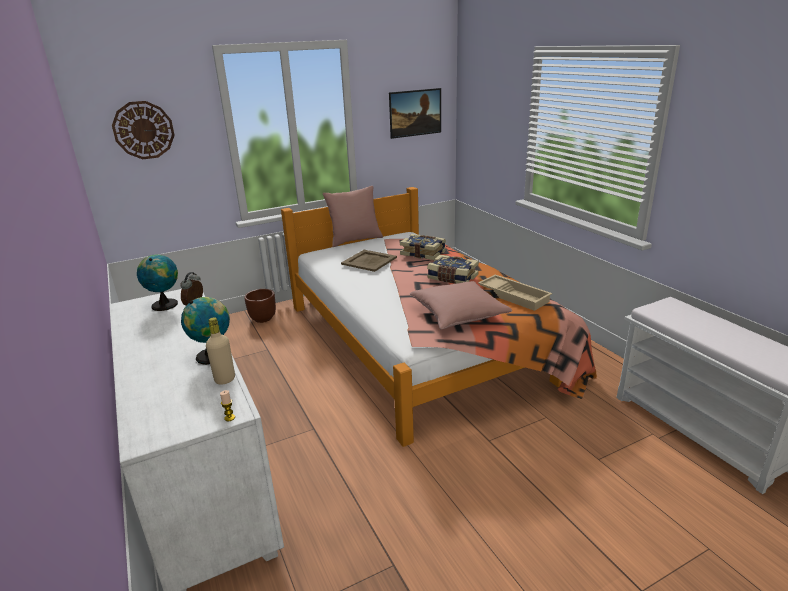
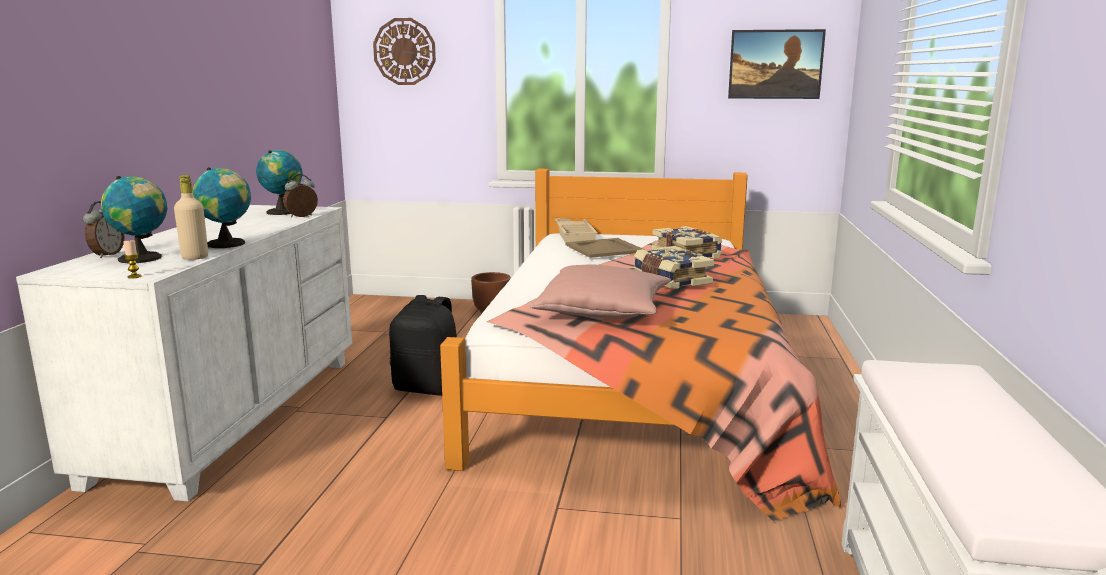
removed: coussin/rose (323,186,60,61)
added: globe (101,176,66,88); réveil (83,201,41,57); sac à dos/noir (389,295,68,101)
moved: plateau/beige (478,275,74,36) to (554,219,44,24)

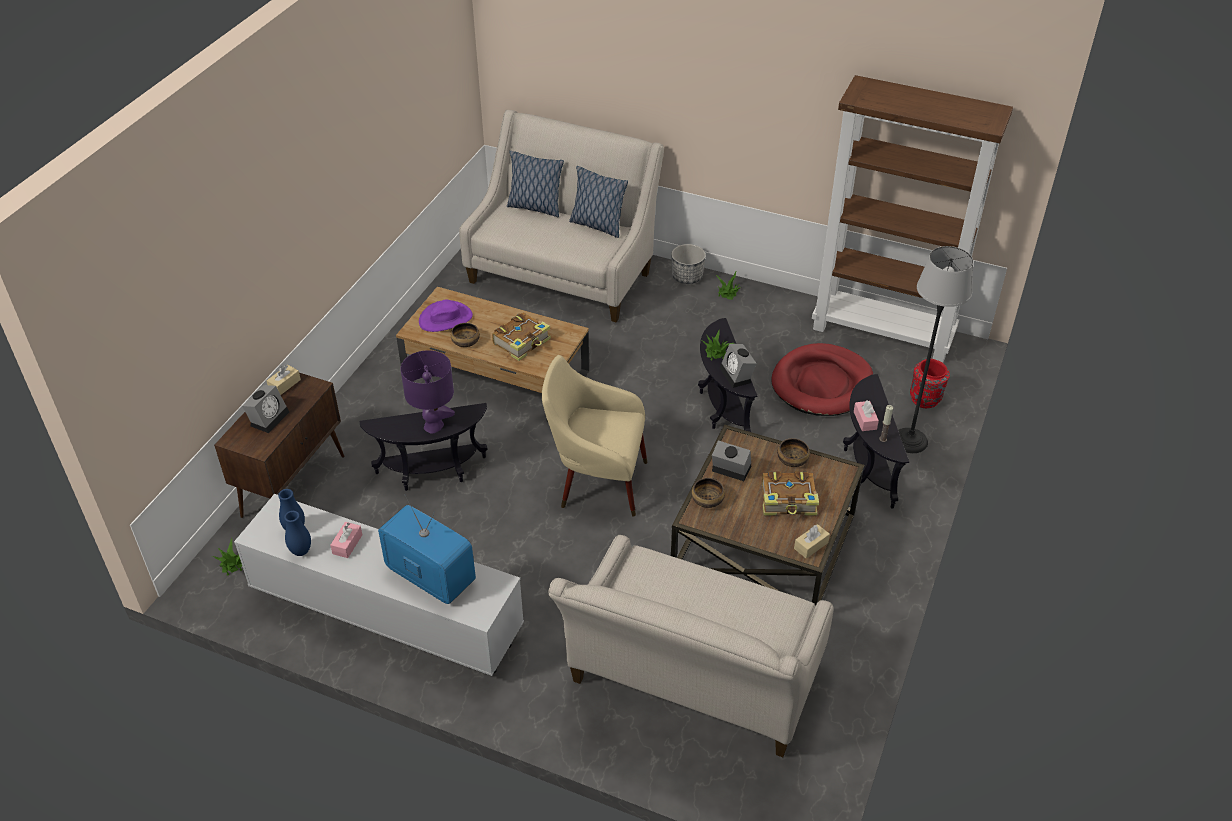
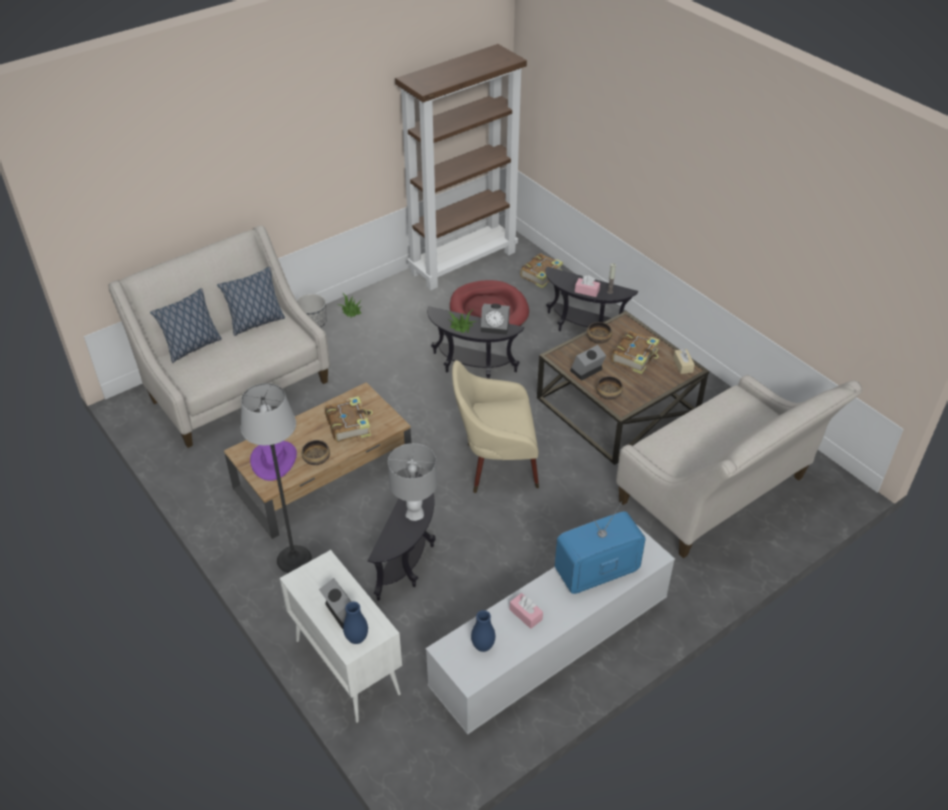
removed: boîte à mouchoirs/beige (266,365,35,30); plante en pot (212,538,30,38)
moved: lampadaire (898,246,75,207) to (241,383,71,190); vase/bleu (284,511,27,45) to (343,601,25,43)
replaced: vase/rouge (910,359,40,49) to livre (520,254,43,34)
recoloured: lampe de table/violet (400,350,55,84) to lampe de table/gris (388,443,49,78); meuble de rangement/marron (214,373,130,145) to meuble de rangement/blanc (280,550,122,173)
turned: fauteuil/beige (542,355,105,162) = (452,360,87,133) 45 degrees clockwise

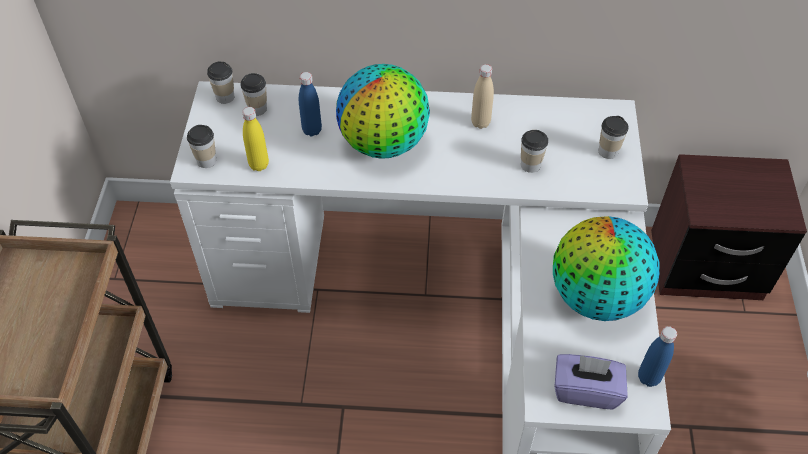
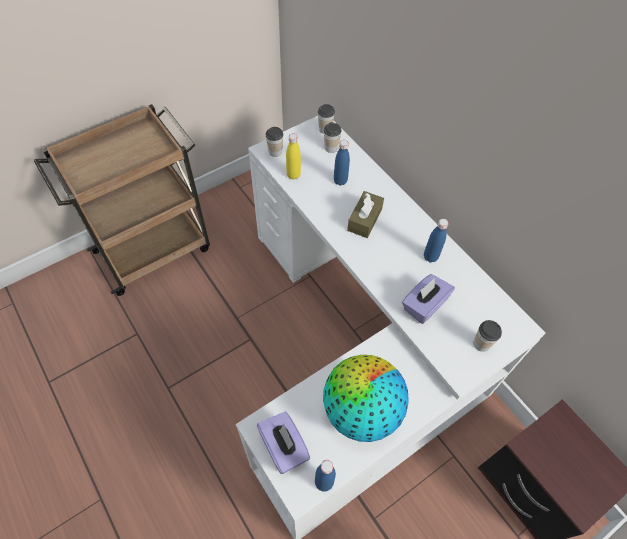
replaced: globe (336,64,94,95) to boîte à mouchoirs/marron (347,191,37,47); tasse (521,130,27,43) to boîte à mouchoirs/violet (402,274,53,50)
recoloured: bouteille/beige (471,64,23,65) to bouteille/bleu (424,219,25,43)

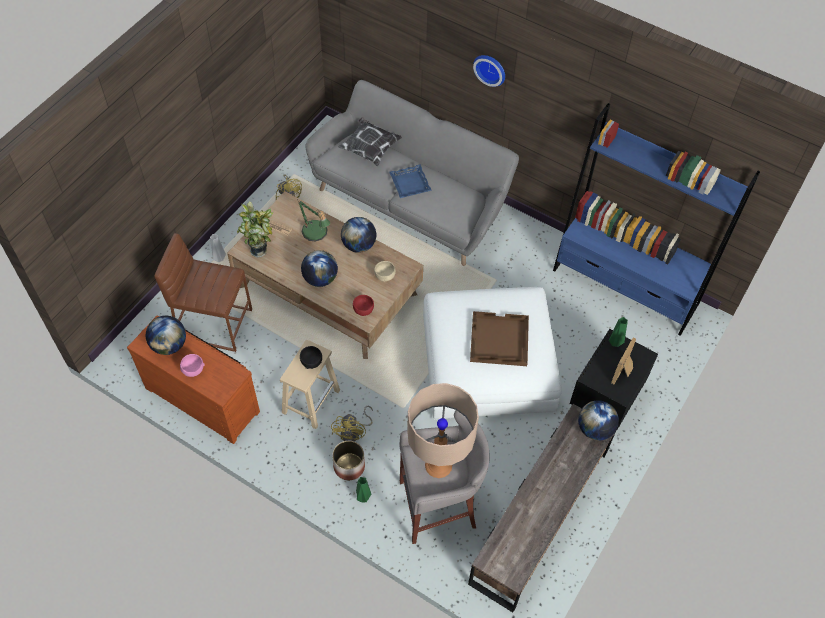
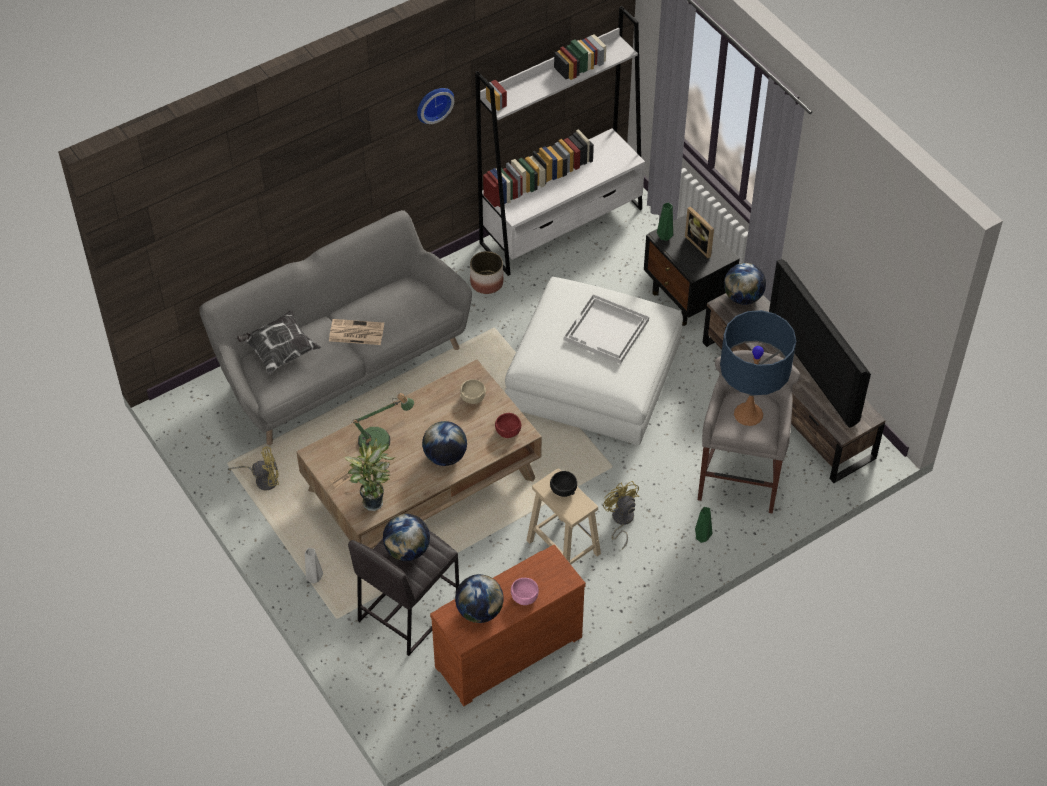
added: téléviseur (769,259,102,169)
moved: horloge murale (473,55,32,32) to (417,88,37,36); globe (341,217,35,36) to (383,514,47,47); cache-pot (332,441,33,39) to (470,251,33,43)
replaced: plateau/bleu (390,165,42,33) to journal (329,319,55,26)
recoloured: bibliothèque/bleu (553,103,207,233) to bibliothèque/blanc (475,6,170,270); tabouret/marron (154,233,98,119) to tabouret/gris (348,531,111,125); plateau/marron (470,311,59,55) to plateau/blanc (564,294,85,70); lampe de table/beige (407,383,72,95) to lampe de table/bleu (720,310,76,116)
turned: ventilateur/jaune (331,406,42,35) = (603,481,36,69) 150 degrees counterclockwise

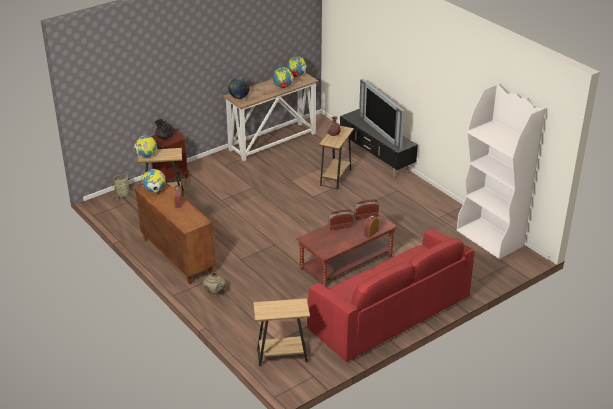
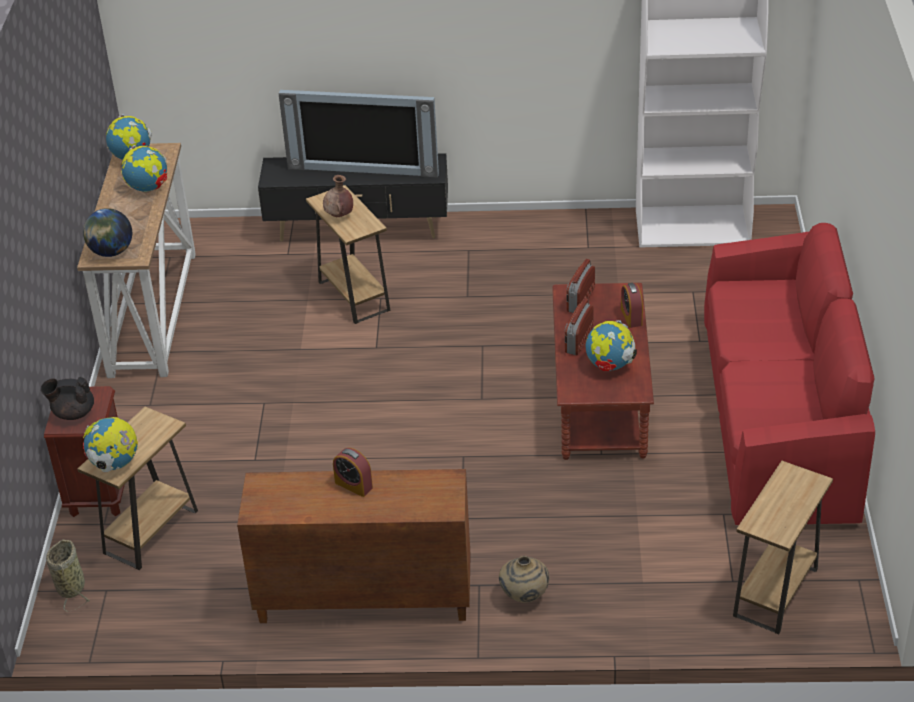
moved: globe (142,169,24,24) to (586,320,51,51)

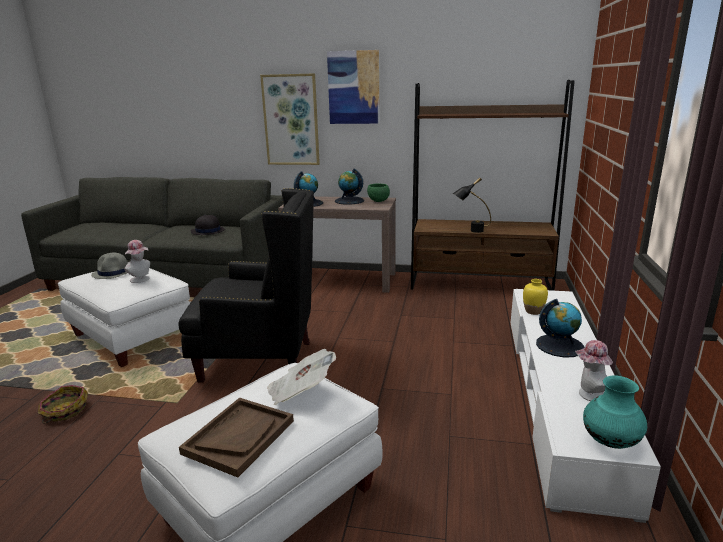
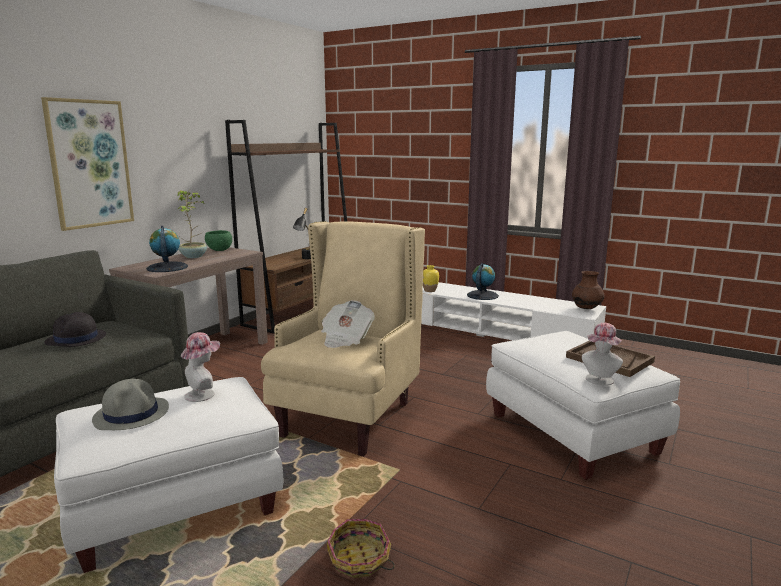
removed: tableau (327,50,53,74)
moved: chapeau (575,340,38,61) to (582,323,41,63); journal (267,349,69,56) to (321,300,54,48)
replaced: globe (335,169,29,36) to plante en pot (178,190,29,68)
recoloured: fauteuil/noir (178,188,136,195) to fauteuil/beige (261,221,164,235); vase/turquoise (583,375,64,74) to vase/marron (572,271,32,38)

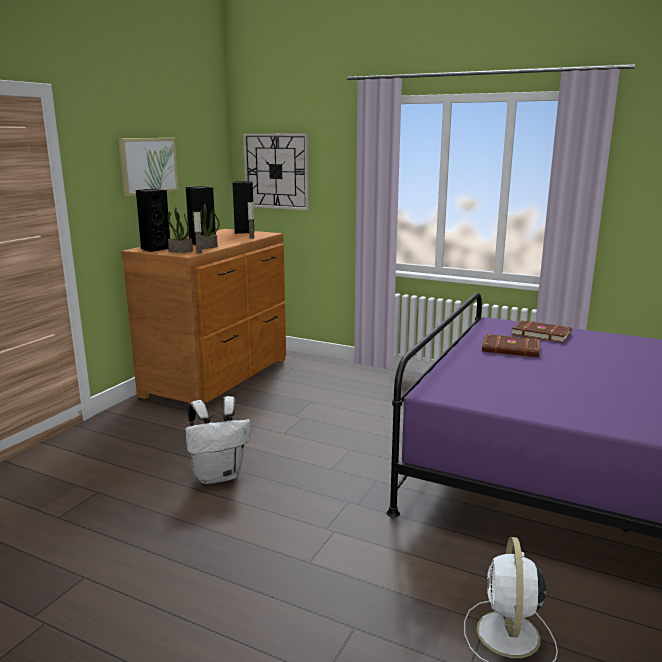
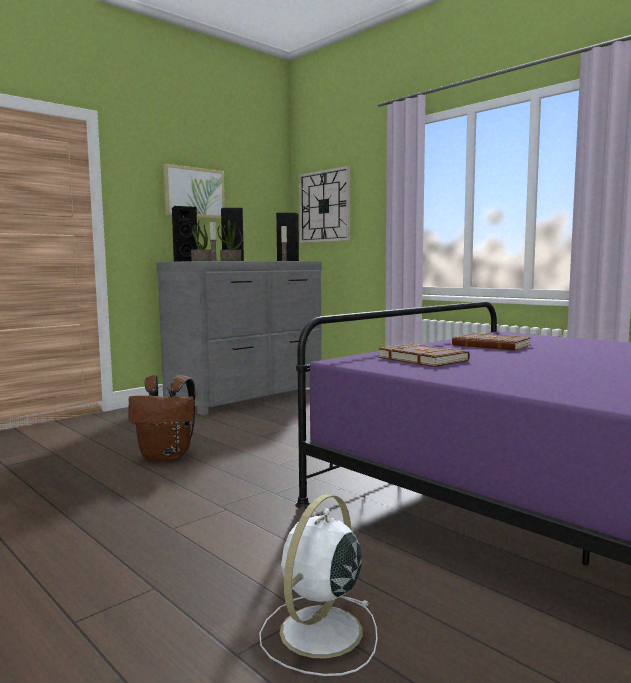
moved: livre/marron (511,320,61,23) to (378,343,92,24)
recoloured: commode/marron (121,229,165,174) to commode/gris (157,261,165,154); sac à dos/blanc (185,396,66,88) to sac à dos/marron (128,375,68,86)

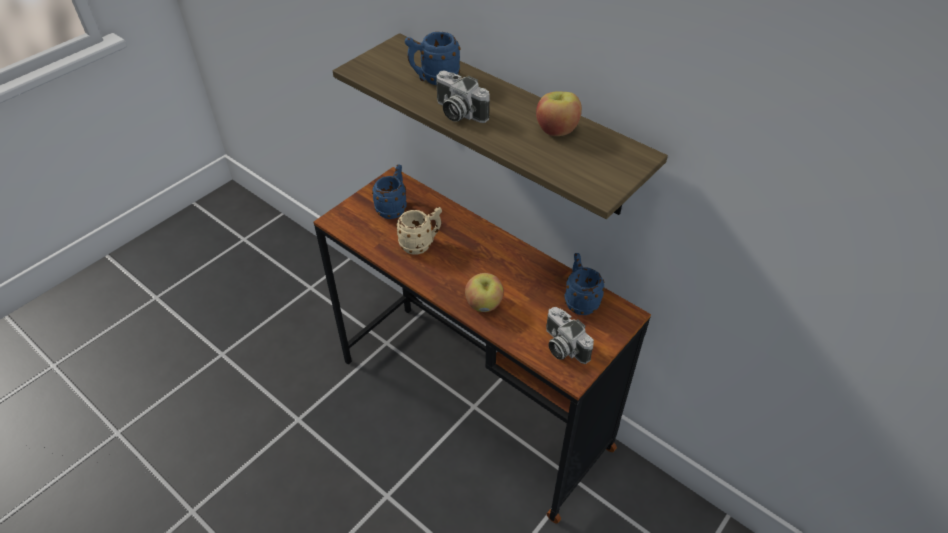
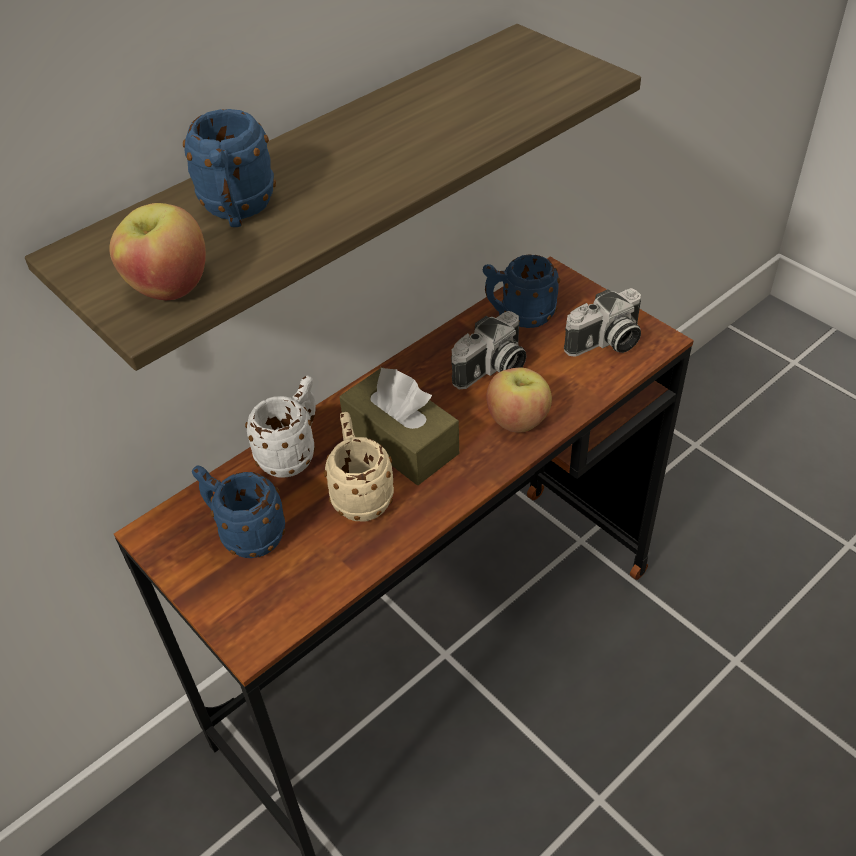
added: boîte à mouchoirs/marron (339,367,120,118); mug/blanc (245,376,71,102)
moved: appareil photo (436,70,54,53) to (451,311,75,78); pomme (536,91,46,45) to (109,203,97,97)

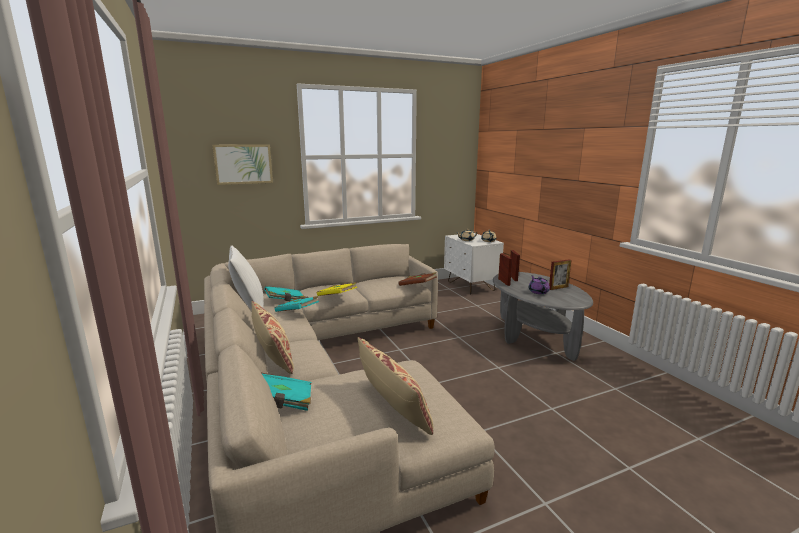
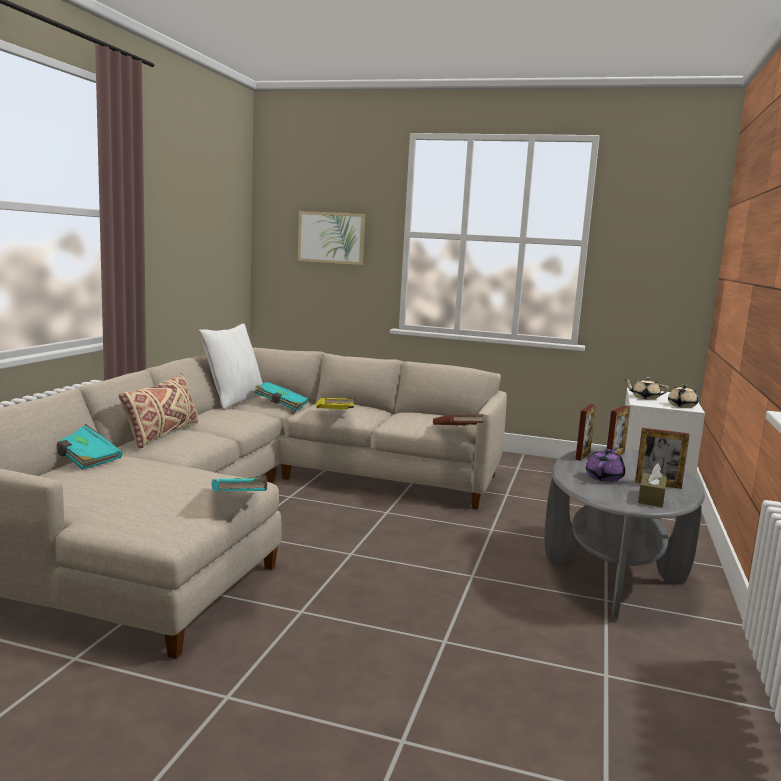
removed: coussin/beige (357,337,77,98)
added: boîte à mouchoirs/marron (638,464,29,43)
moved: livre/turquoise (275,296,44,16) to (211,476,56,15)

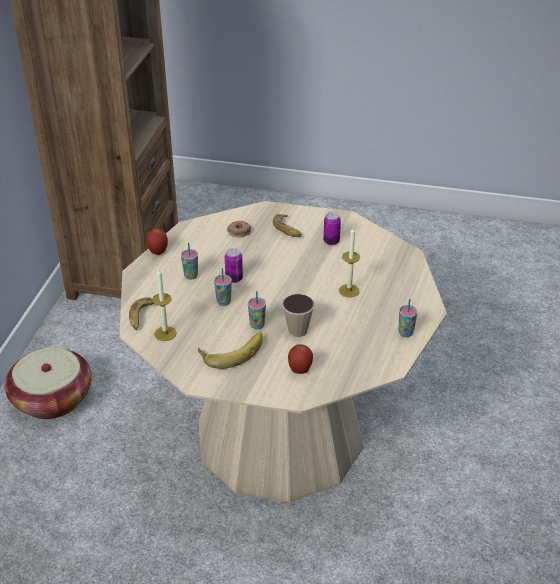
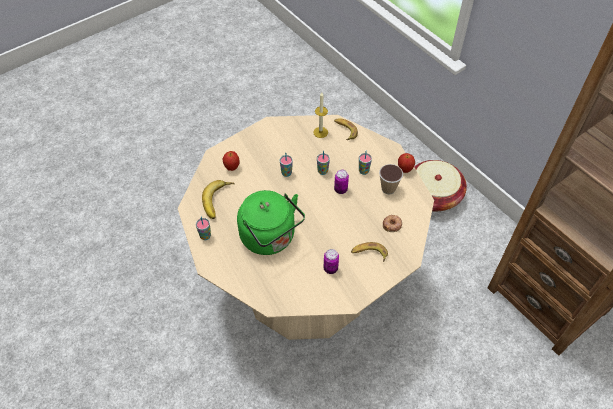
moved: tasse (282,294,33,43) to (379,164,24,30); banane (198,332,65,37) to (202,180,33,39)
replaced: bougie (339,228,21,69) to bouilloire/vert (237,190,68,65)

